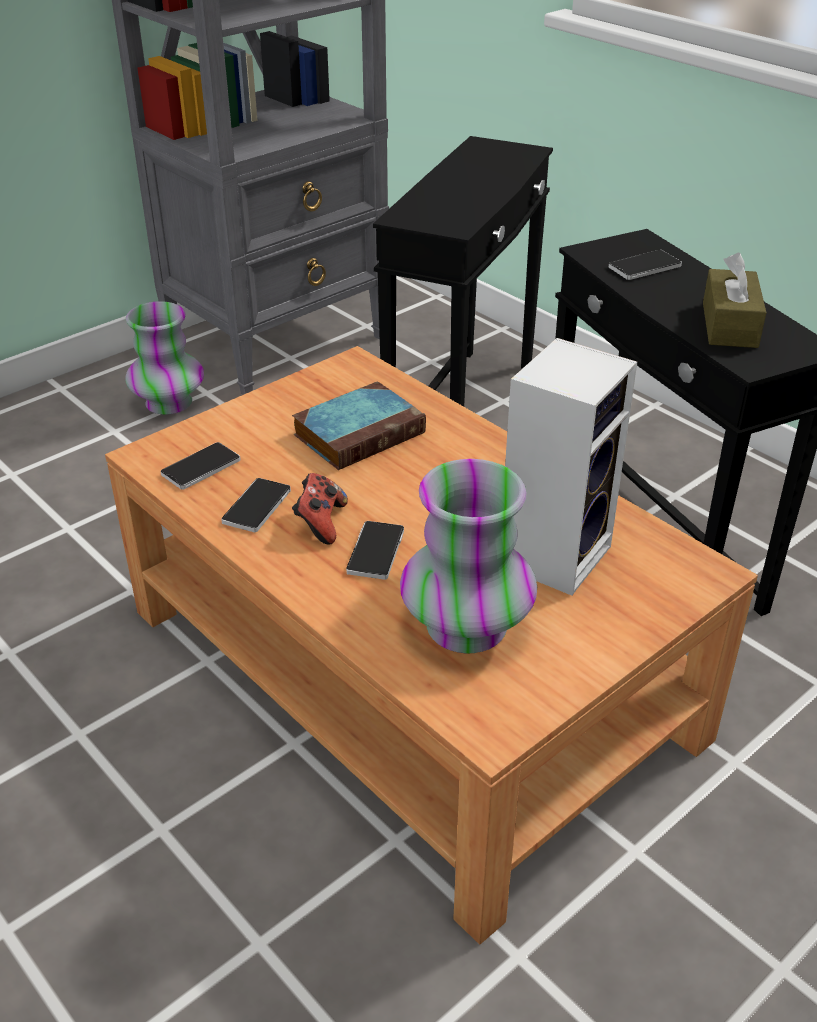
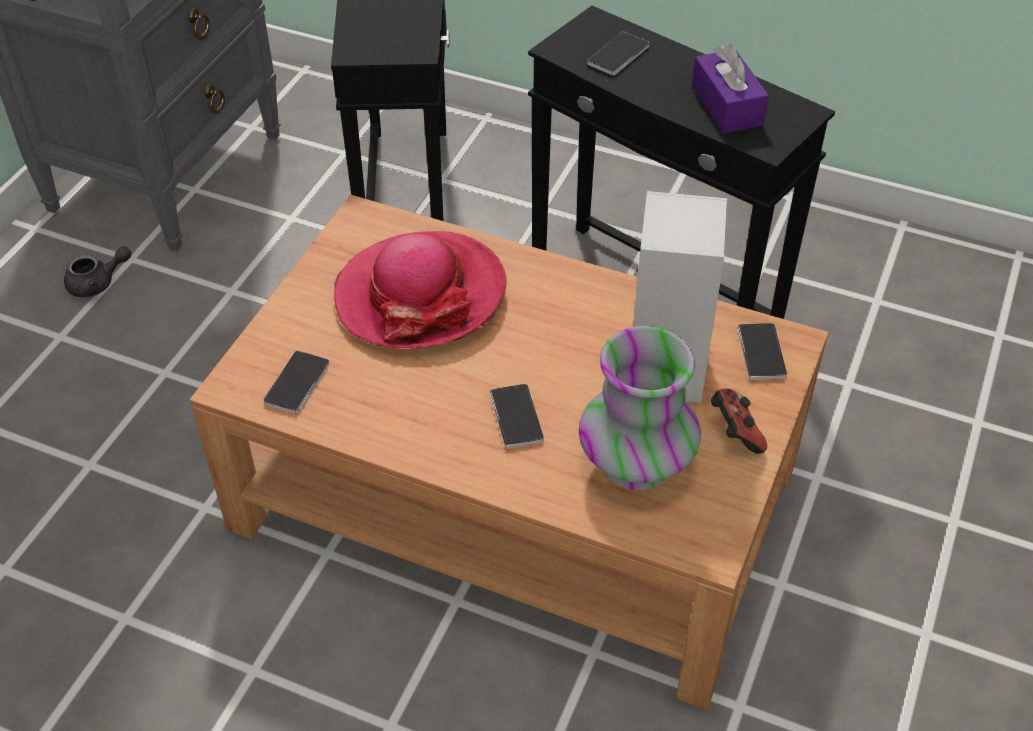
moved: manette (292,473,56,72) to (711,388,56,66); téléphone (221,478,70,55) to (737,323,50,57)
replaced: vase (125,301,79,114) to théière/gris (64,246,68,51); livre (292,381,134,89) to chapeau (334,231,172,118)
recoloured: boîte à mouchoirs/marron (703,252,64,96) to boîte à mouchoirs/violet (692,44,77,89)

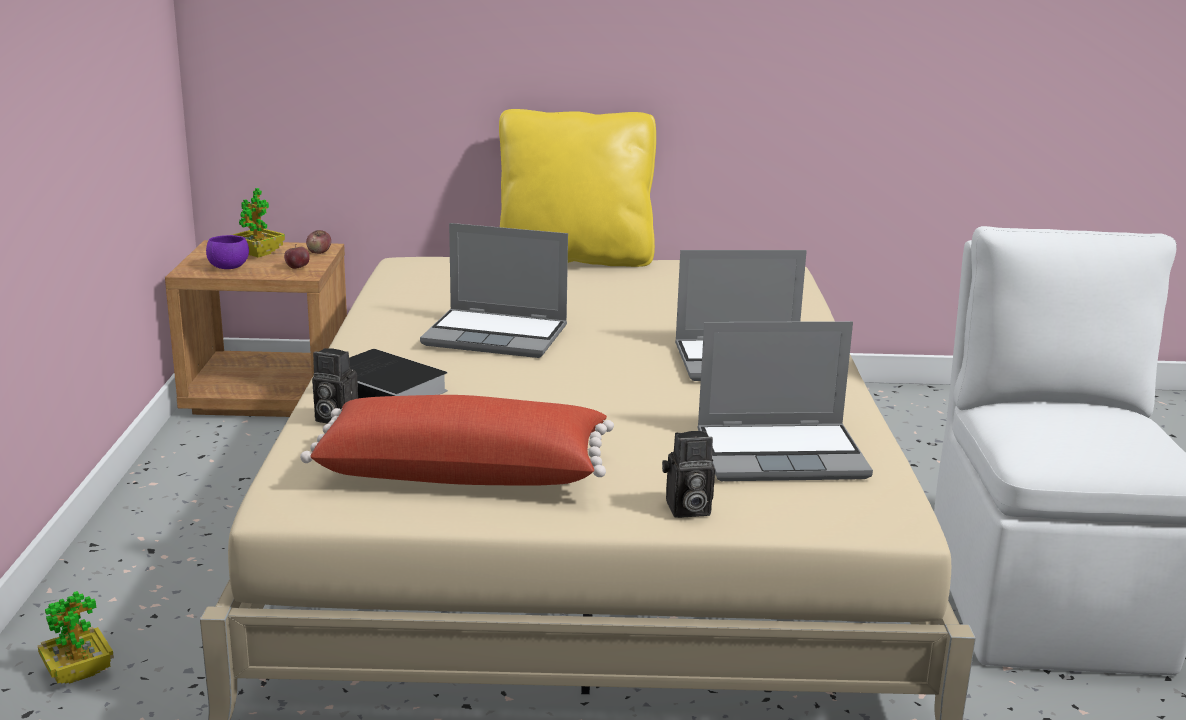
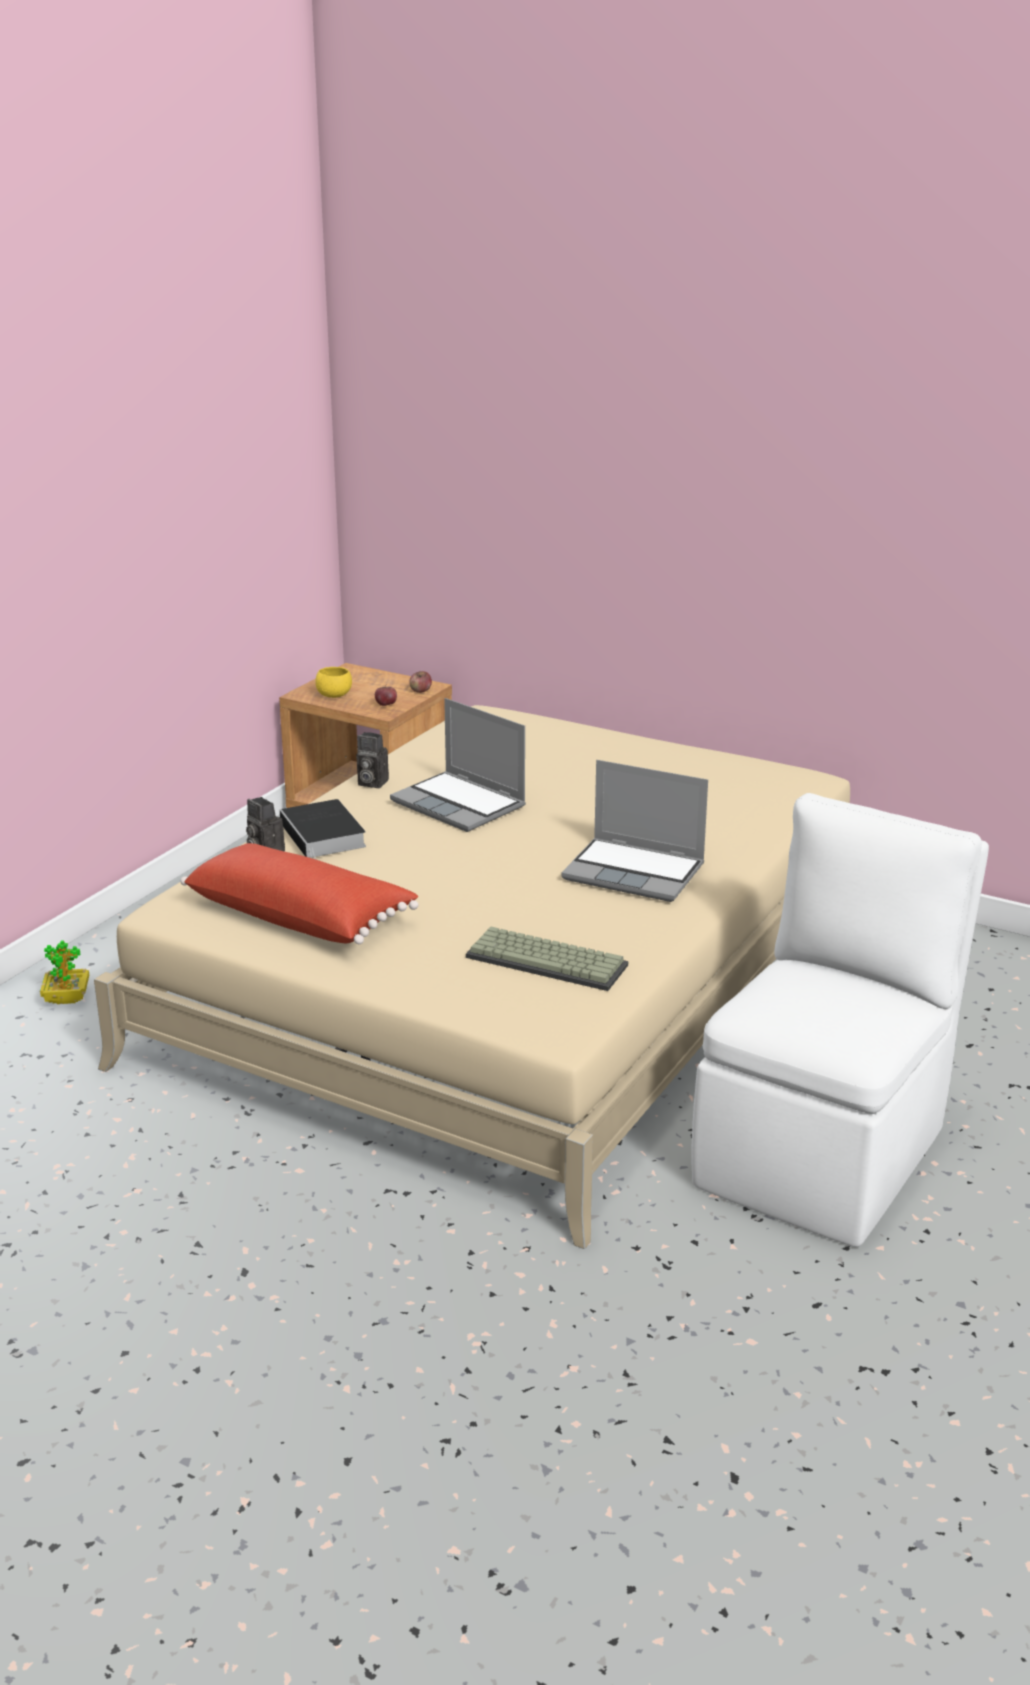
removed: coussin/jaune (499,109,157,158); plante en pot (233,188,52,69)
moved: appareil photo (662,431,53,87) to (356,732,33,56)
replaced: ordinateur portable (697,321,176,160) to clavier (466,926,162,65)
recoloured: bol/violet (206,235,43,34) to bol/jaune (315,667,37,31)

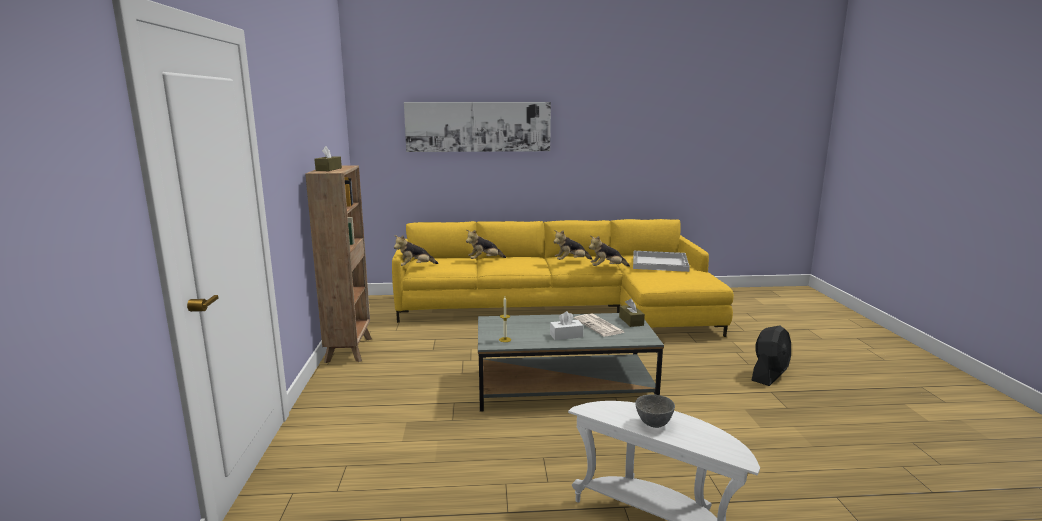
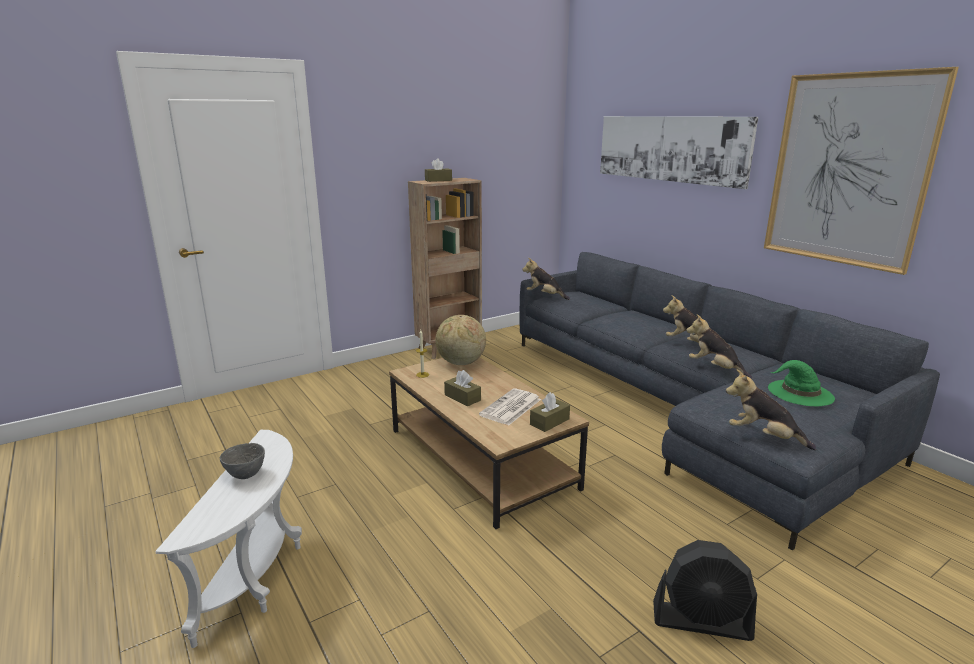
added: tableau (764,67,195,208); globe (435,315,51,50)
moved: peluche (466,230,40,29) to (726,370,90,80)
replaced: plateau/blanc (633,251,57,21) to chapeau/vert (768,360,67,46)
recoloured: canapé/jaune (392,219,342,118) to canapé/gris (519,252,421,299); boîte à mouchoirs/blanc (550,311,33,29) to boîte à mouchoirs/marron (444,370,37,36); table basse/gris (478,313,186,99) to table basse/marron (389,357,200,172)

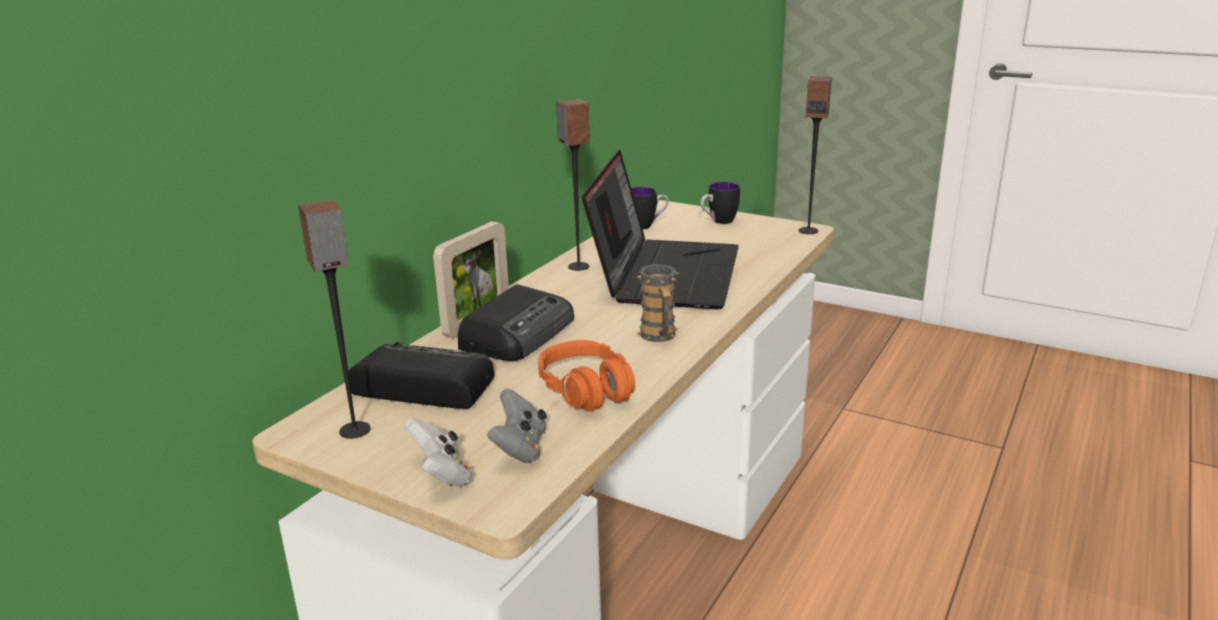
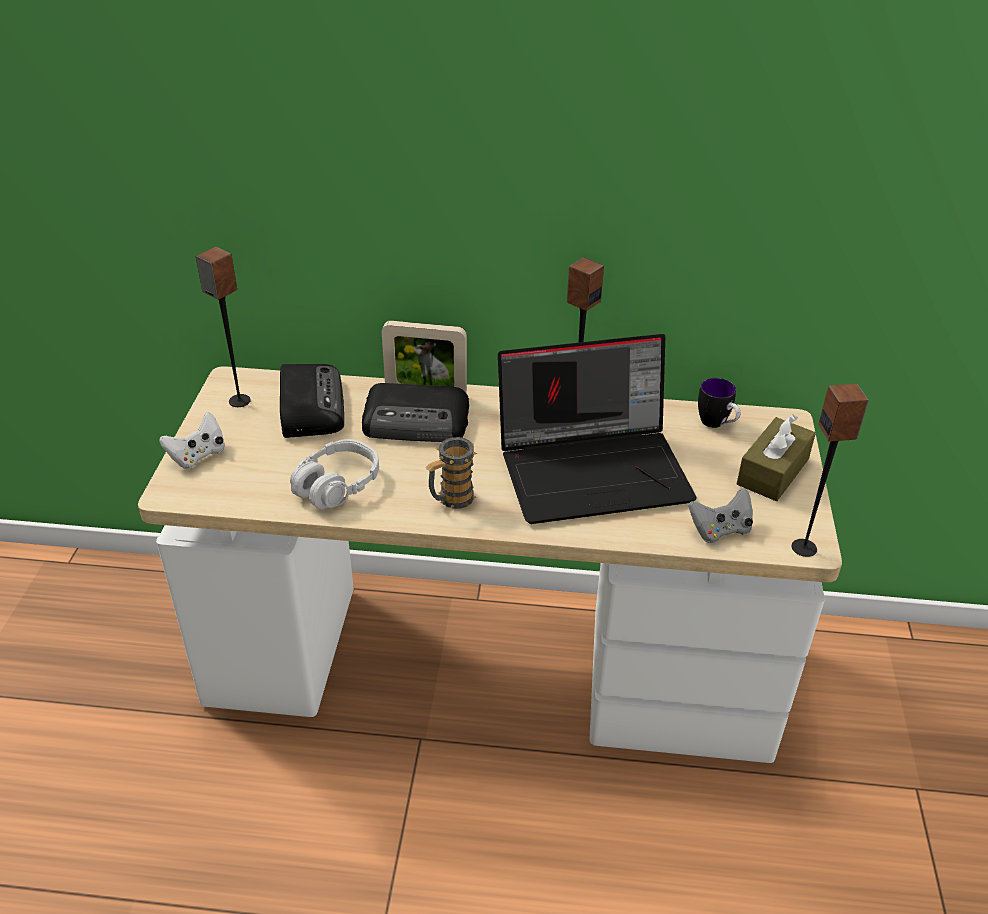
moved: manette/gris (487,388,60,75) to (688,488,65,55)
replaced: mug (700,182,40,42) to boîte à mouchoirs/marron (737,414,79,87)
recoloured: casque audio/orange (538,340,97,72) to casque audio/gris (290,439,89,70)

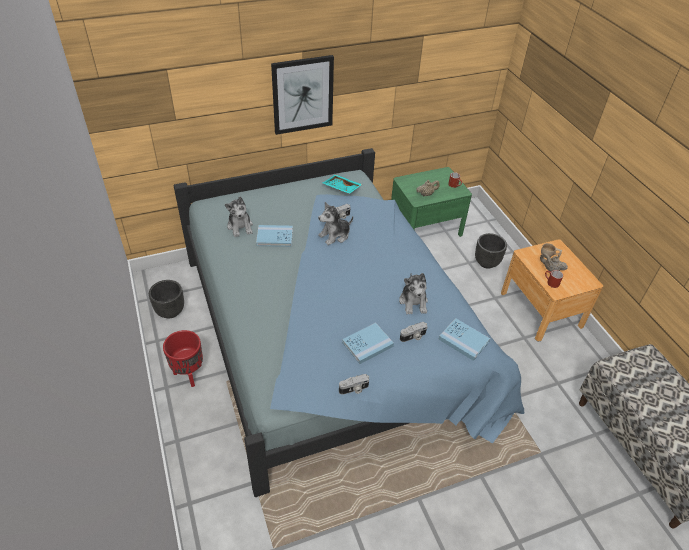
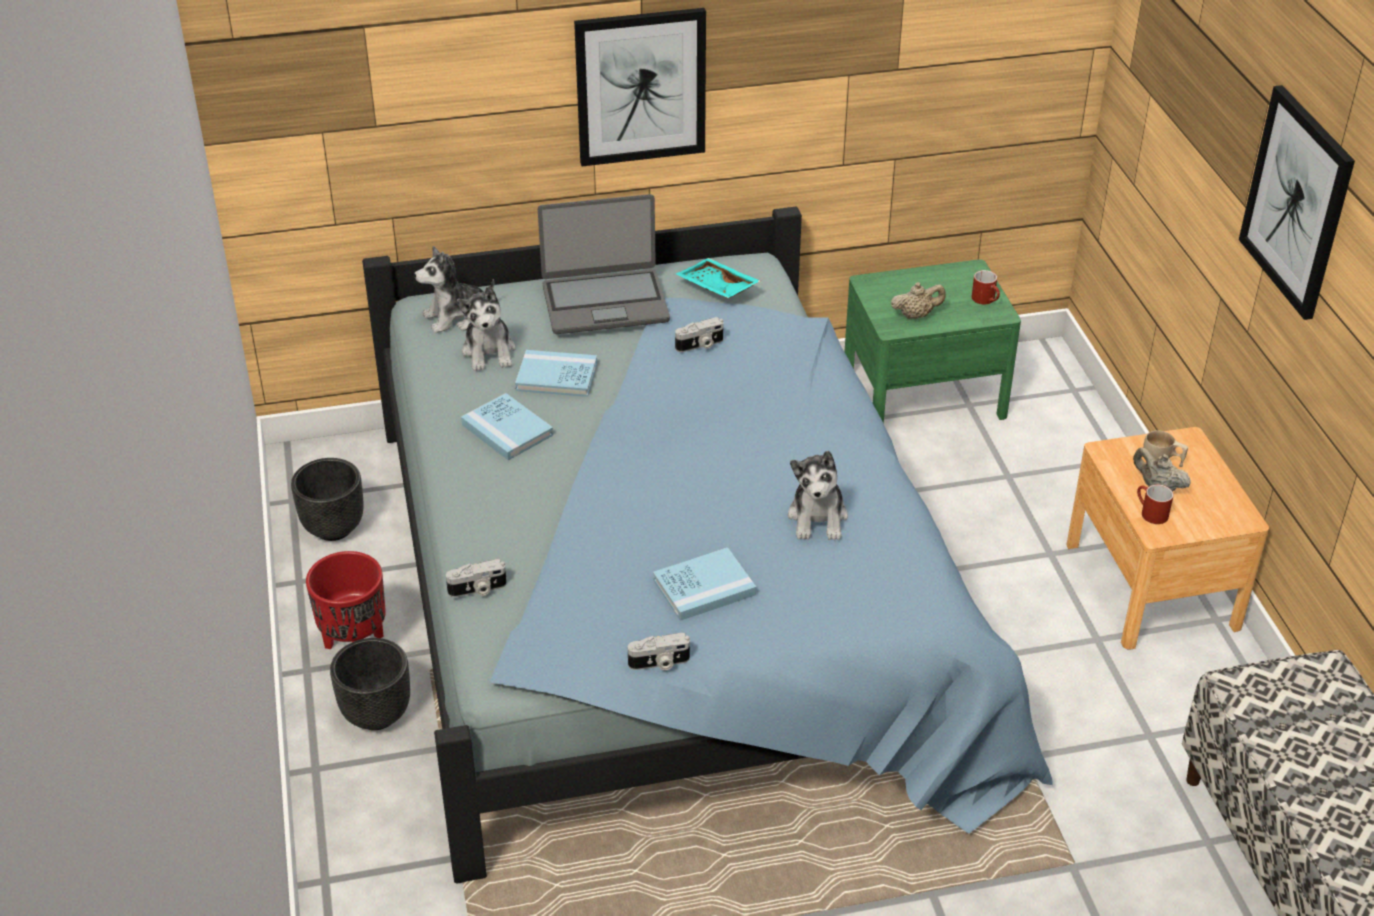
added: tableau (1239,85,116,235); ordinateur portable (538,194,132,140)
moved: peluche (318,202,35,43) to (414,246,81,87); cache-pot/noir (475,233,32,36) to (330,638,80,92); livre/bleu (439,318,51,43) to (461,393,92,67); appareil photo (400,322,28,20) to (446,559,61,38)

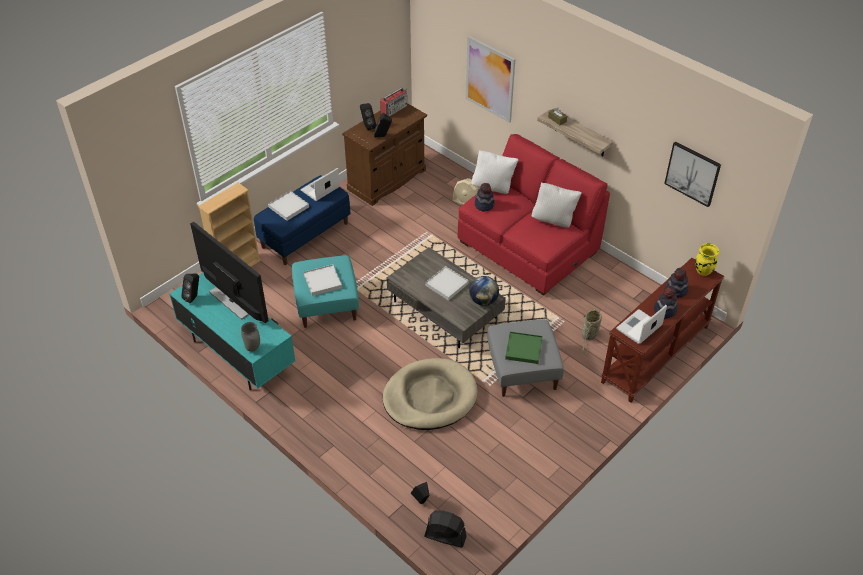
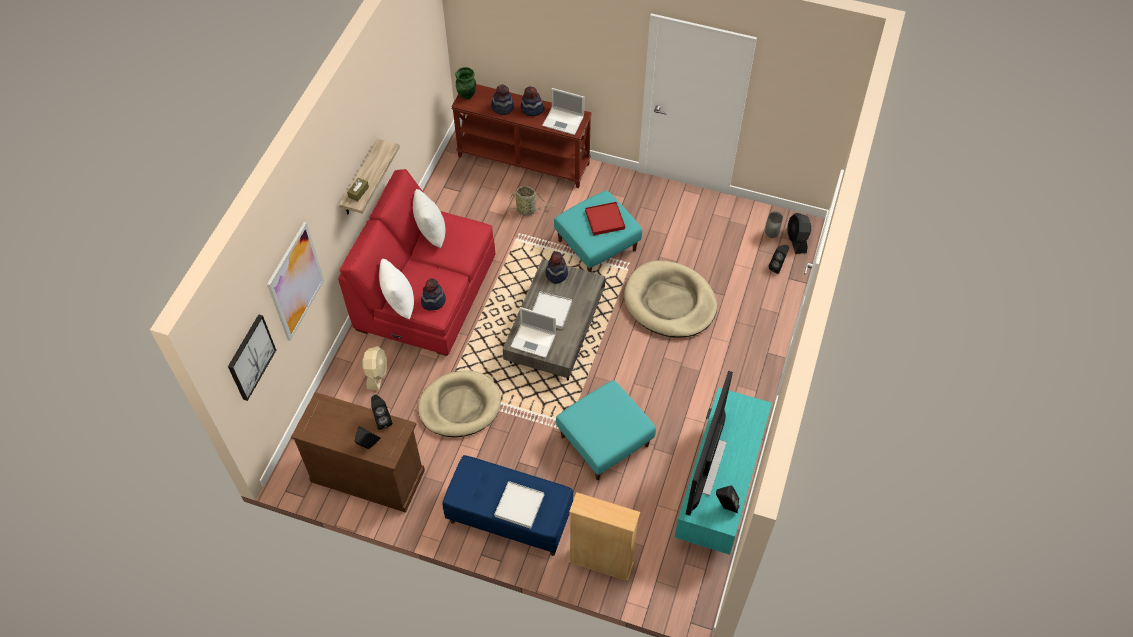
removed: radio (380,87,27,30); plateau/blanc (304,264,38,32)
added: panier pour chien/beige (418,370,83,67)
moved: tableau (664,141,57,66) to (228,314,48,87); ordinateur portable (301,168,39,33) to (511,307,45,51); vase/gris (241,322,19,30) to (765,211,18,27)
replaced: globe (469,276,30,30) to chapeau (546,252,22,32)
recoloured: vase/jaune (695,243,25,33) to vase/vert (455,67,21,32); pouf/gris (487,319,77,78) to pouf/turquoise (554,191,88,81); plateau/vert (505,332,37,32) to plateau/rouge (585,202,40,34)

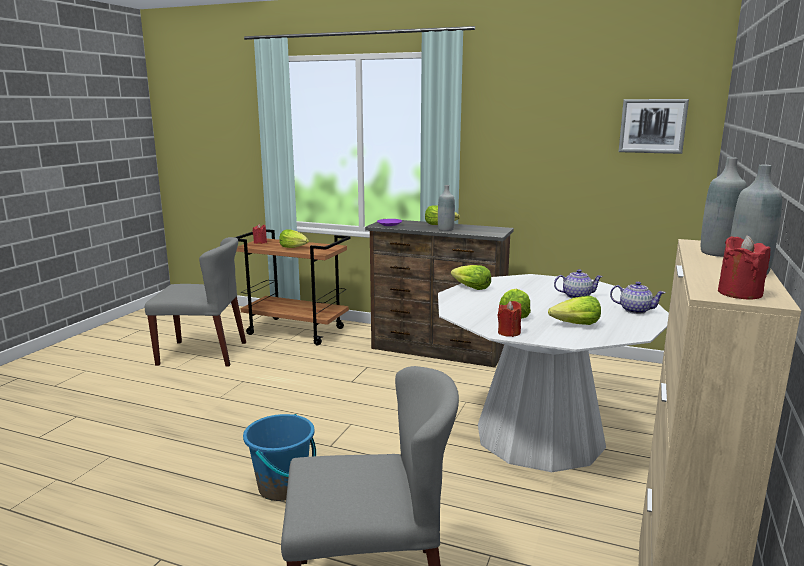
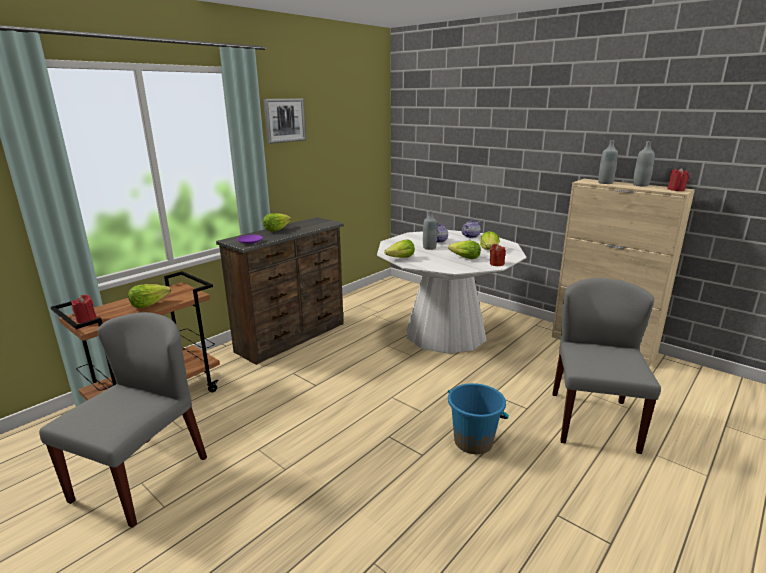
moved: tableau (619,99,70,55) to (263,99,43,45); bouteille/gris (438,185,17,46) to (423,211,14,39)

